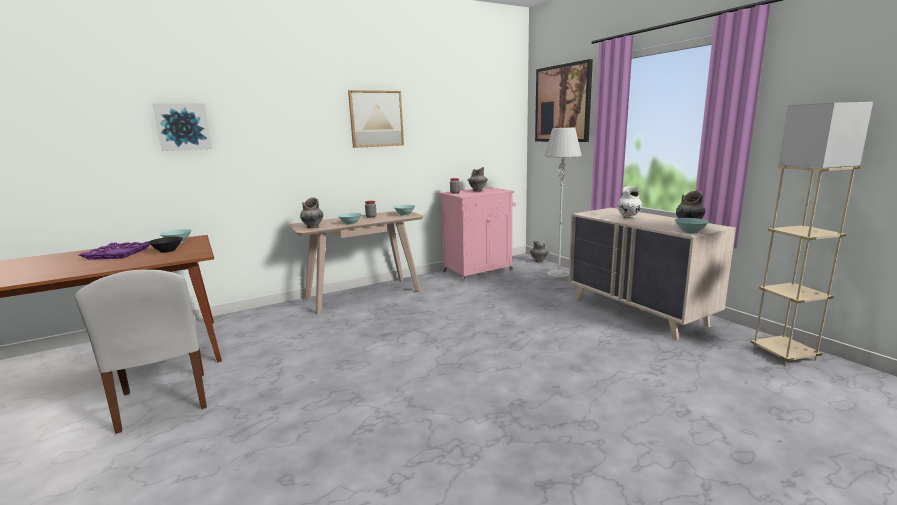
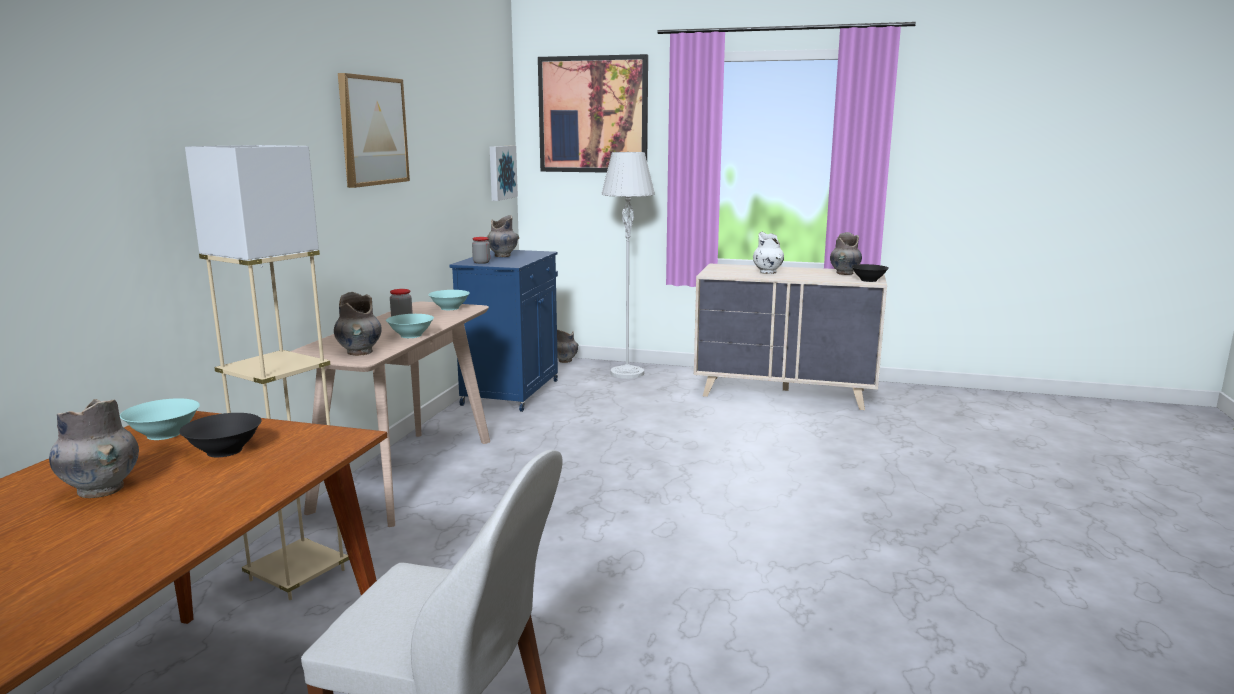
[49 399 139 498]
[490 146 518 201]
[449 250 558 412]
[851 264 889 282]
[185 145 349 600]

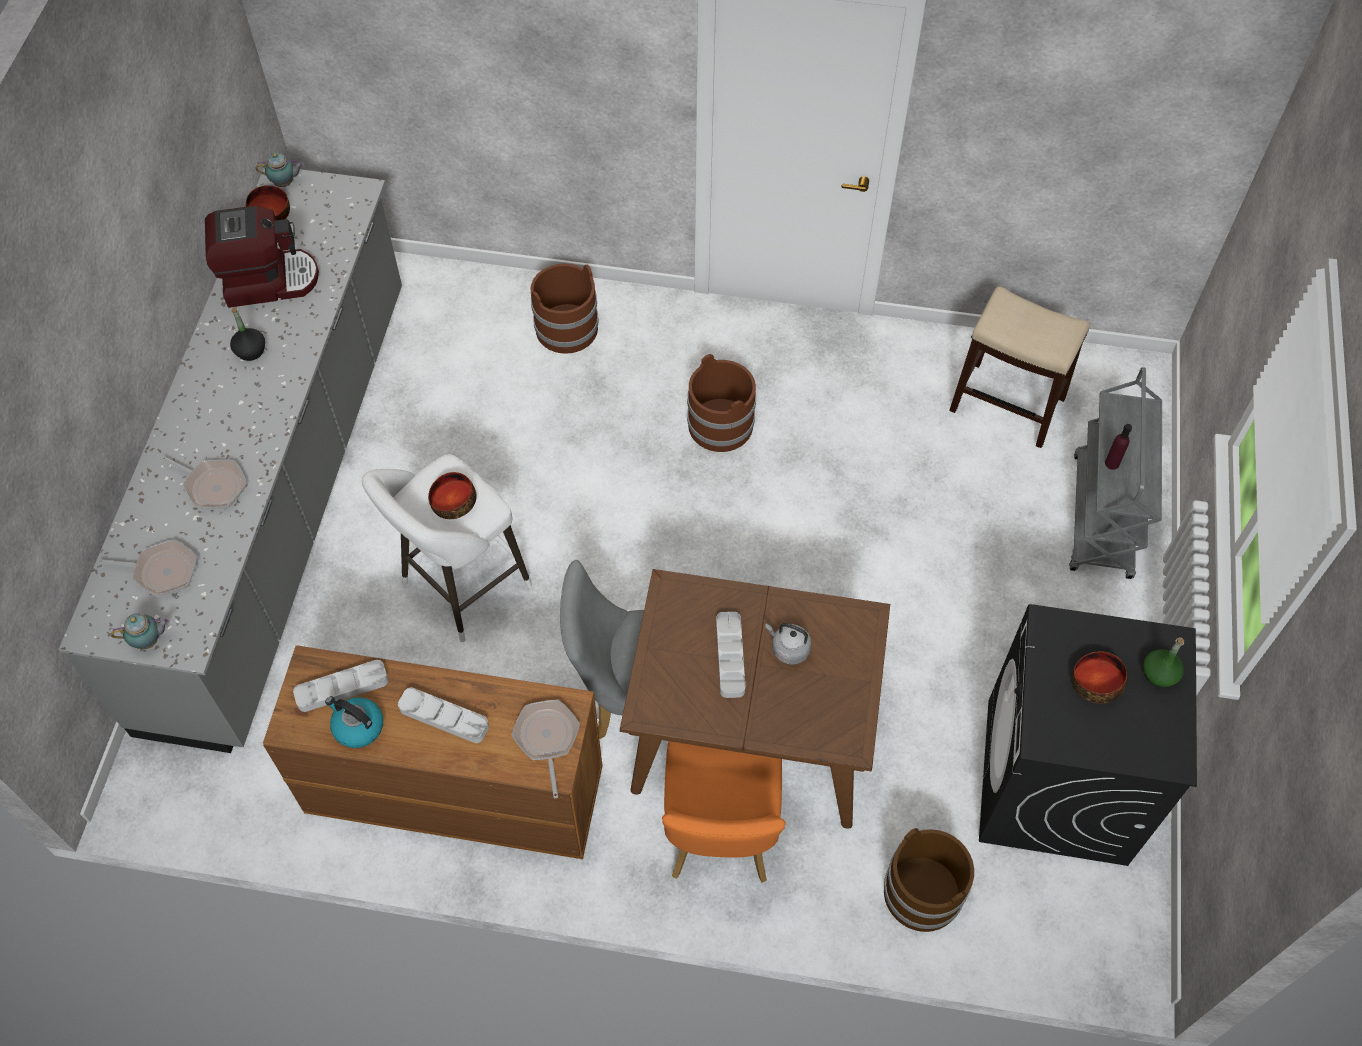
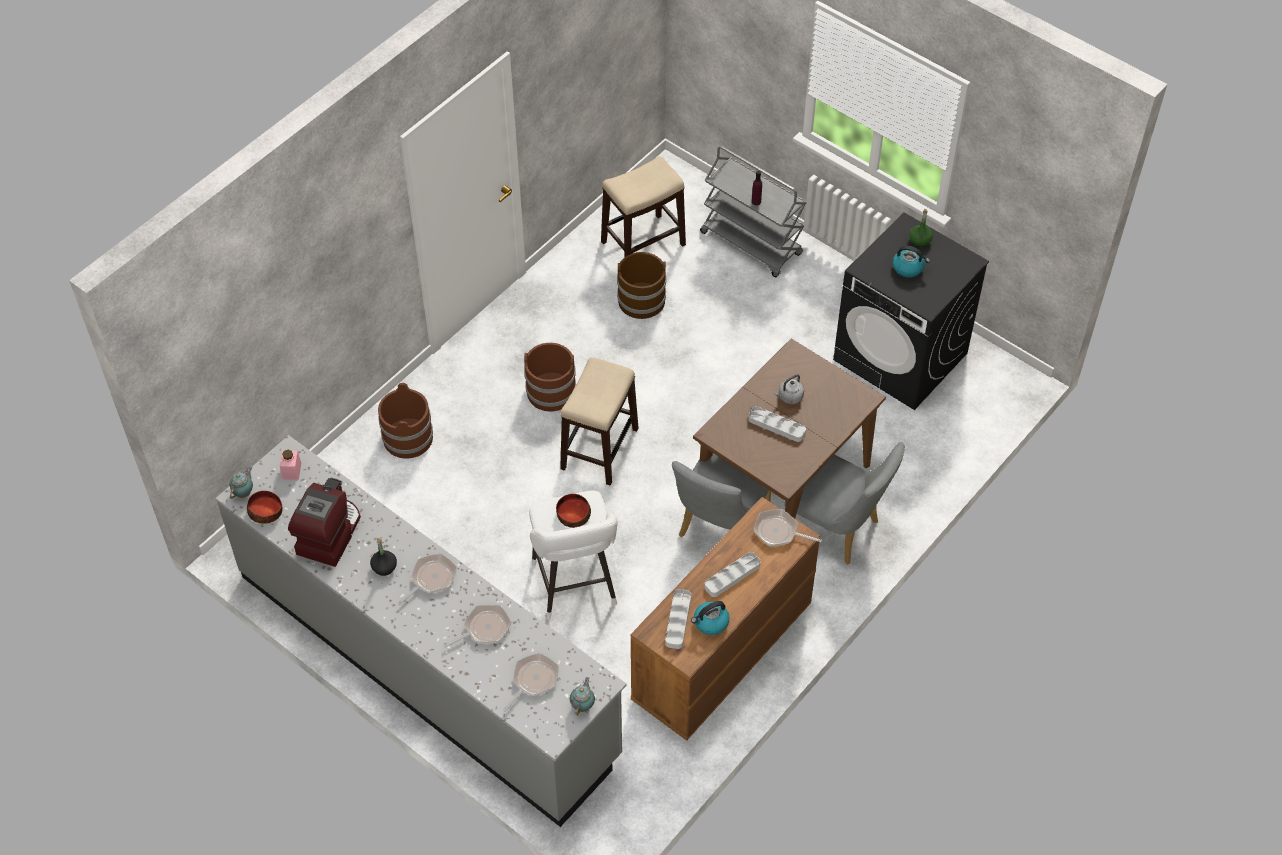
[785 442 905 565]
[617 252 666 319]
[893 246 930 277]
[280 450 301 480]
[398 553 457 605]
[560 357 639 485]

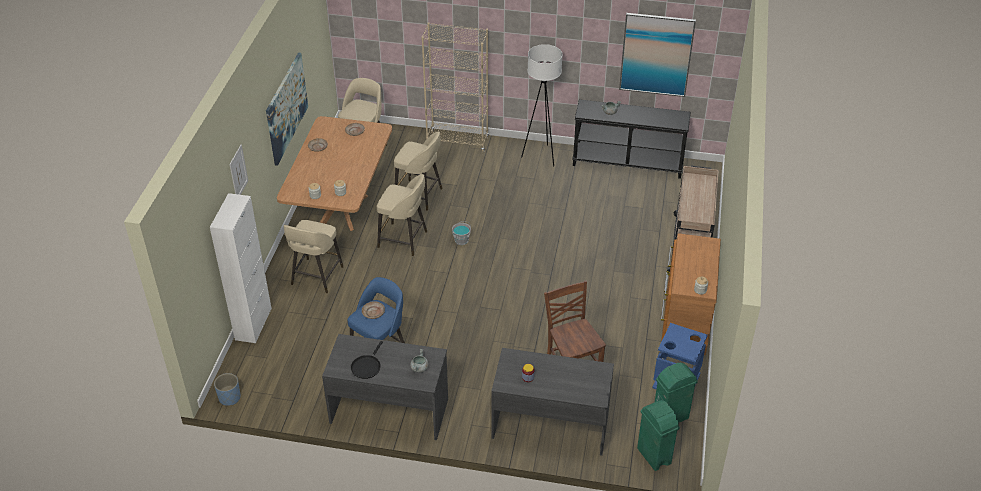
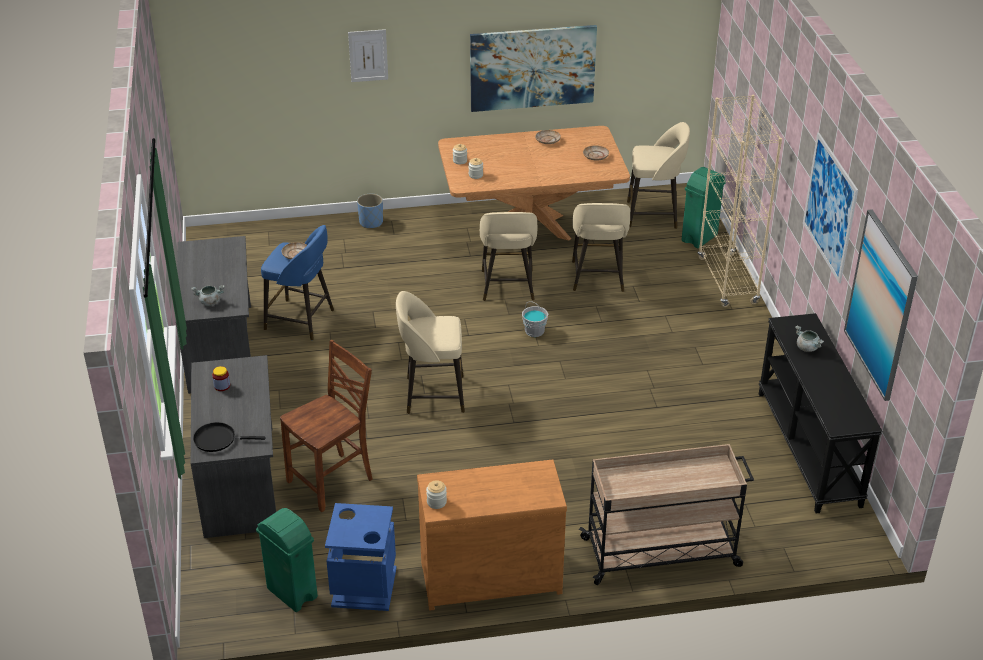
[210 193 272 343] (first image)
[357 194 383 228]
[396 291 465 414]
[193 422 266 452]
[521 44 563 167] (first image)
[682 167 726 248]
[803 133 858 283]

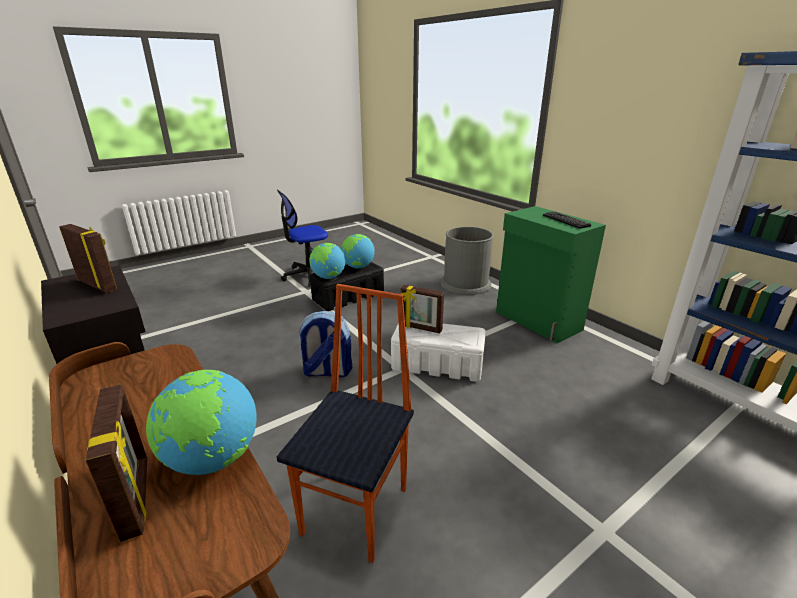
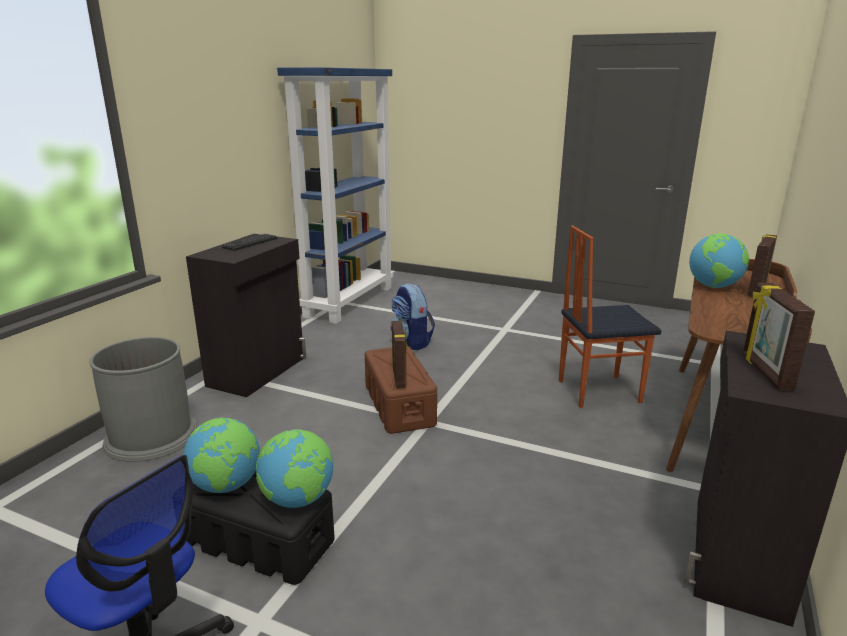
[391 283 435 350]
[365 346 437 434]
[186 234 306 397]

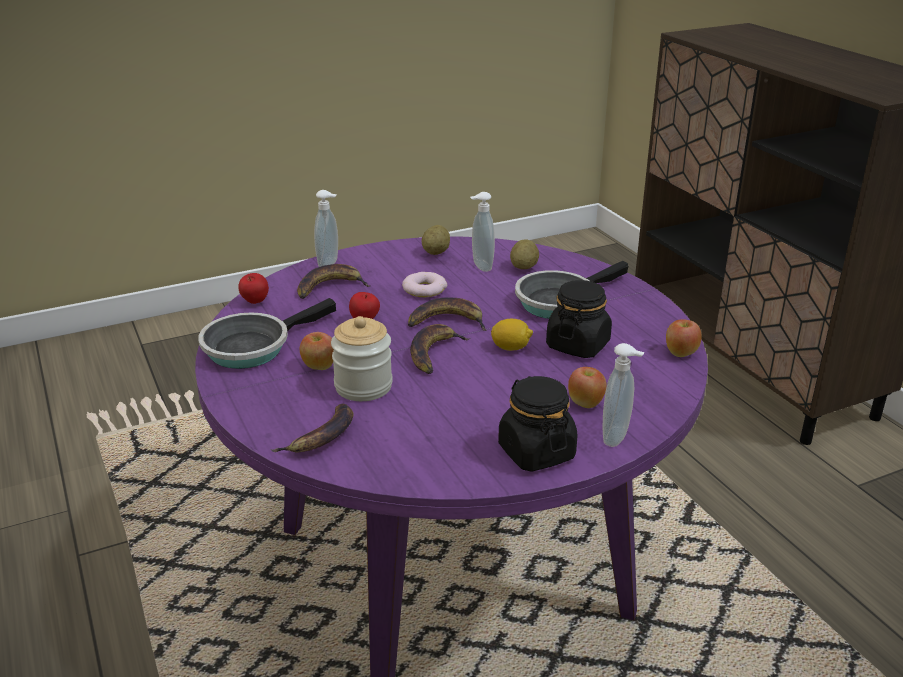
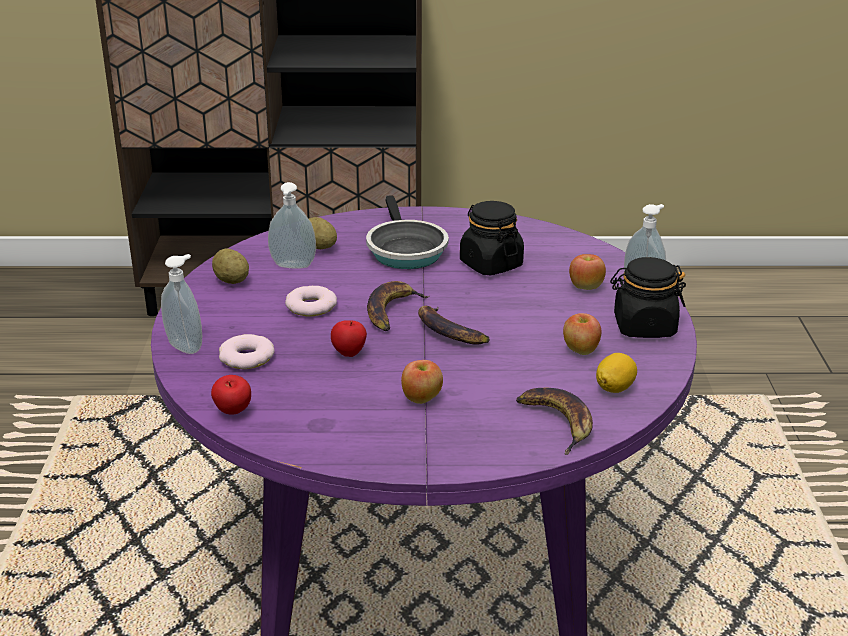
[198 298 336 369] (first image)
[219 334 274 369]
[331 316 393 401] (first image)
[596 353 637 393]
[563 313 601 355]

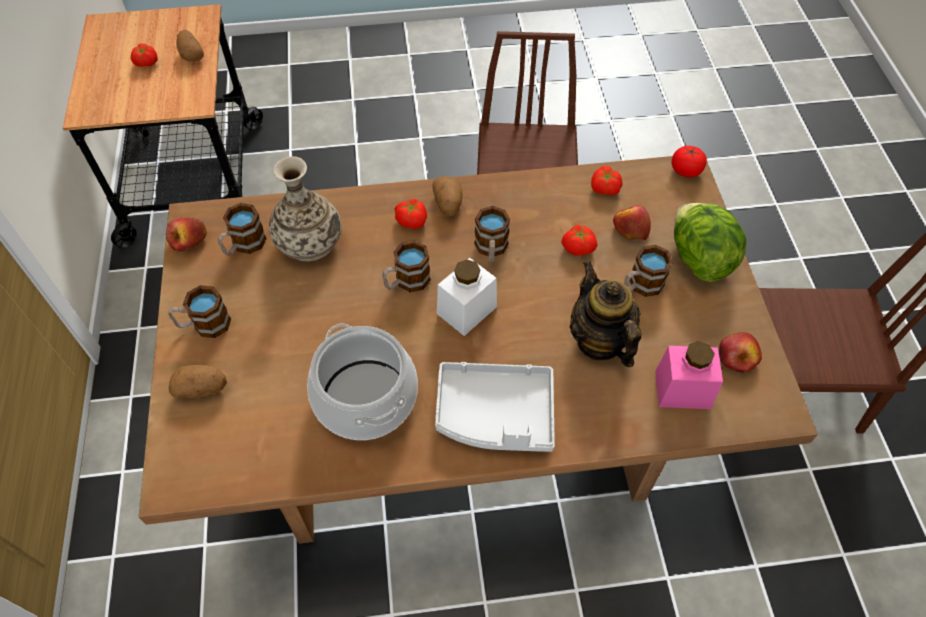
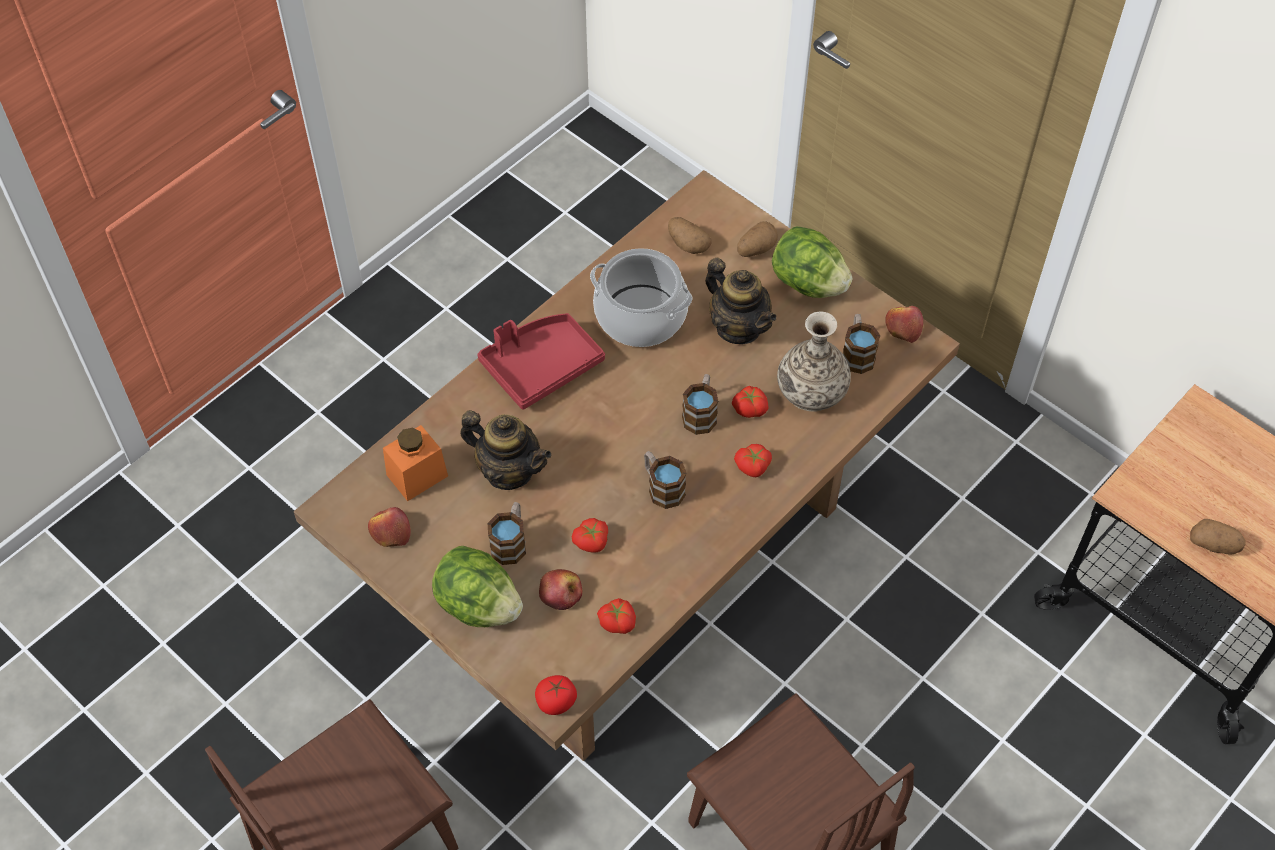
[732 386 769 418]
[772 226 852 298]
[668 217 712 254]
[477 313 605 410]
[437 258 497 336] (first image)
[383 425 448 501]
[705 258 777 344]

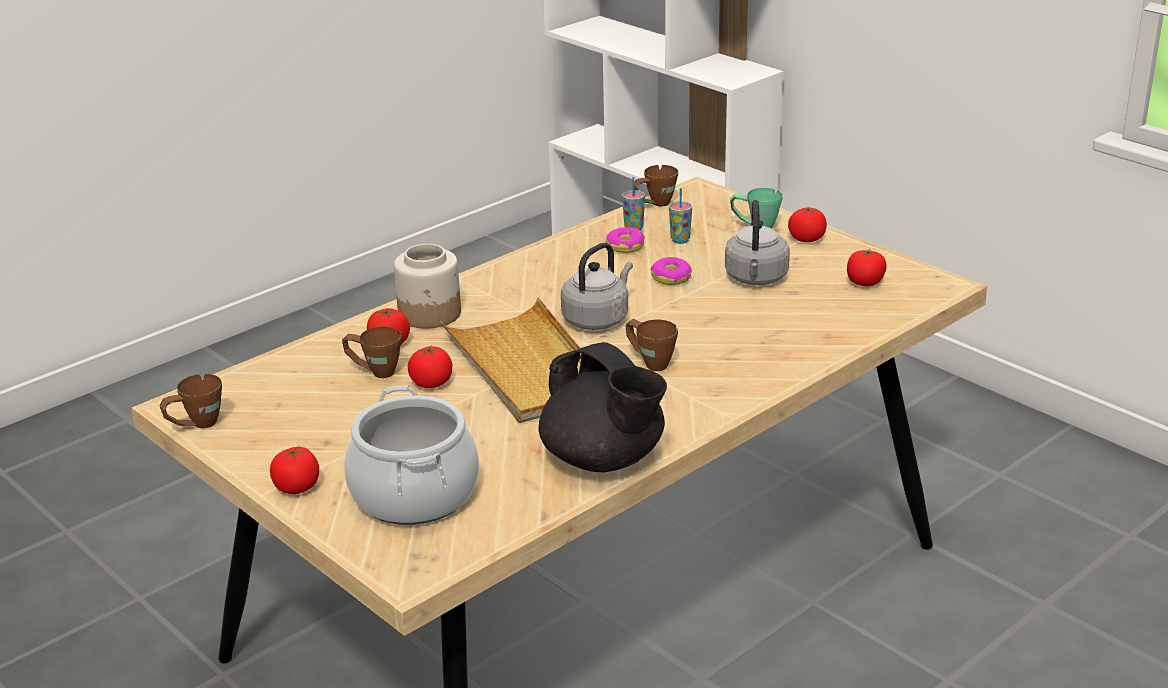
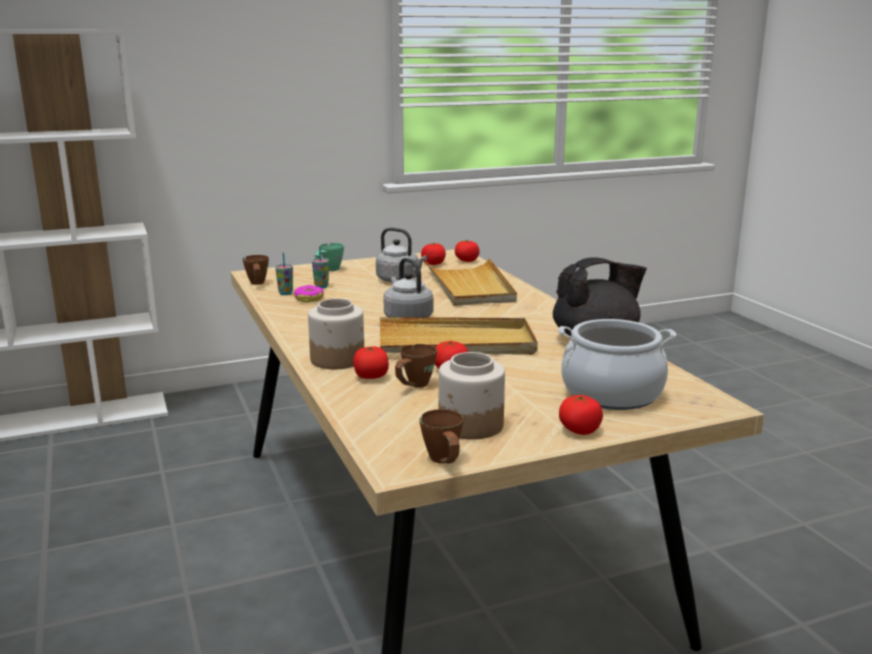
[626 319 678 371] (first image)
[651 257 692 285] (first image)
[455 240 480 262]
[425 258 517 306]
[439 352 505 440]

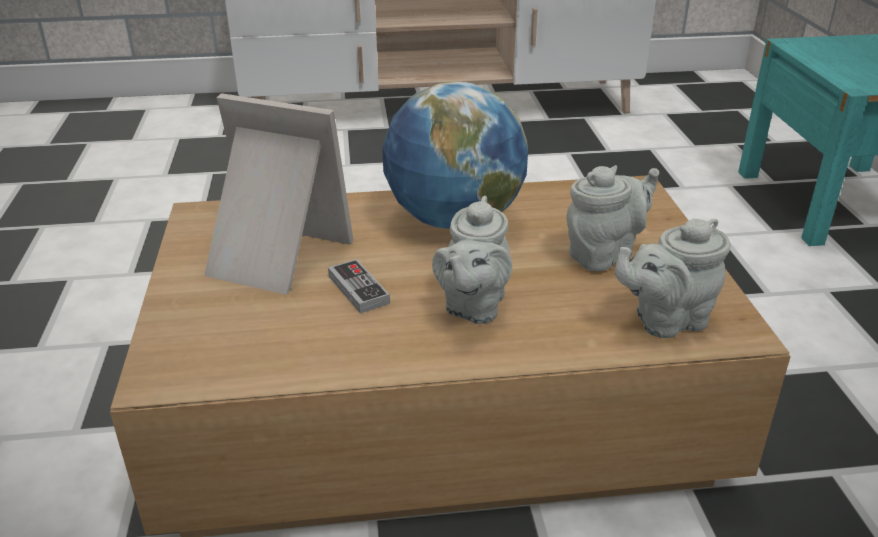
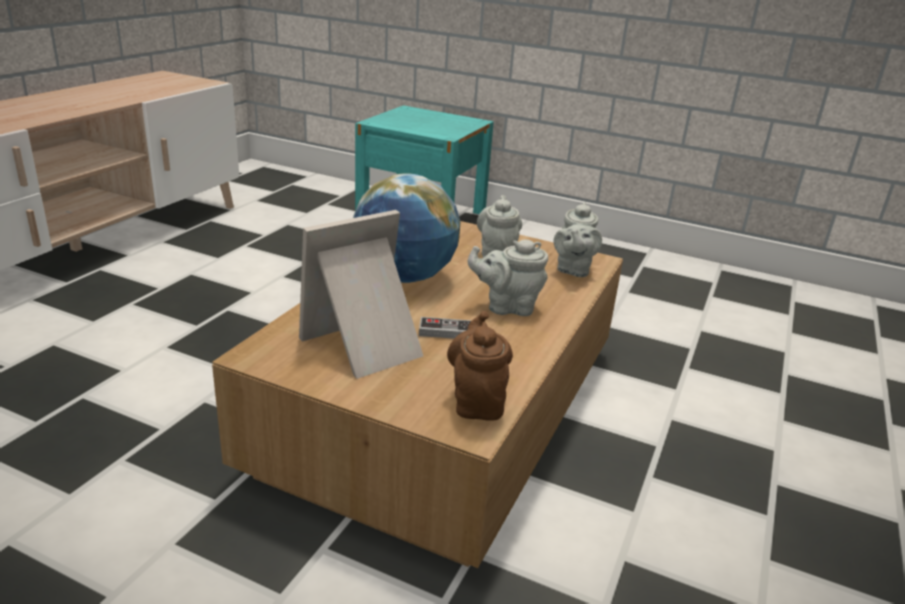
[468 240 548 316]
[447 311 513 421]

